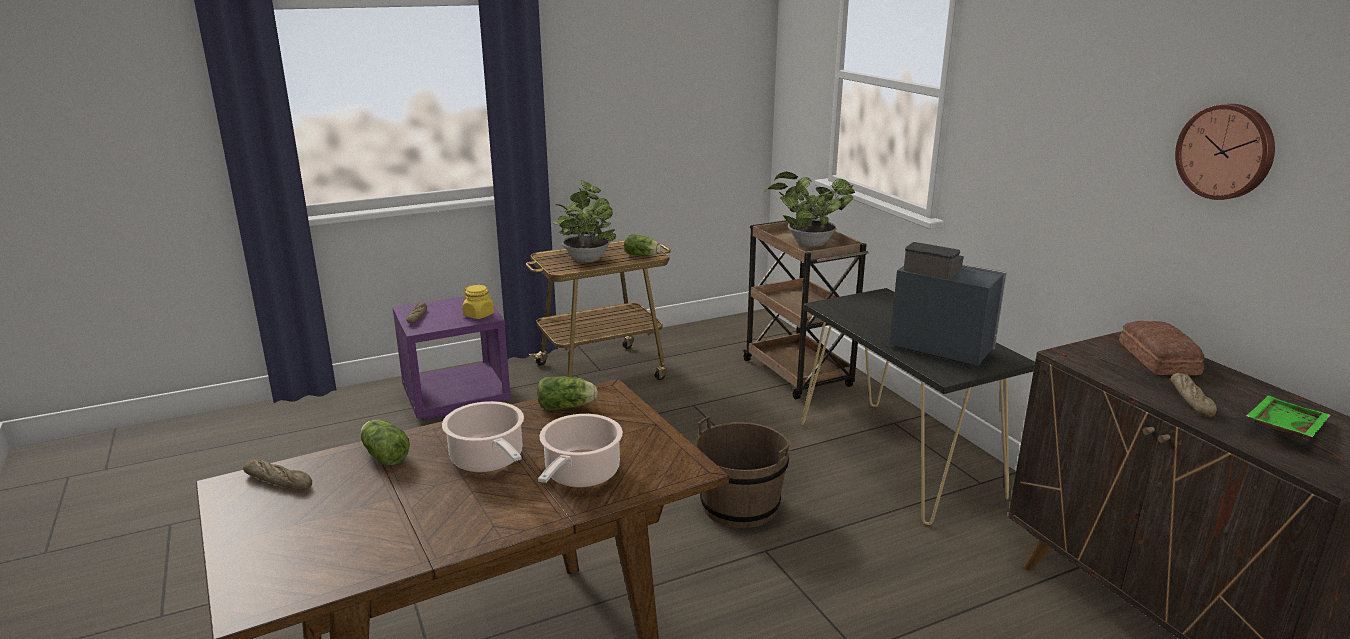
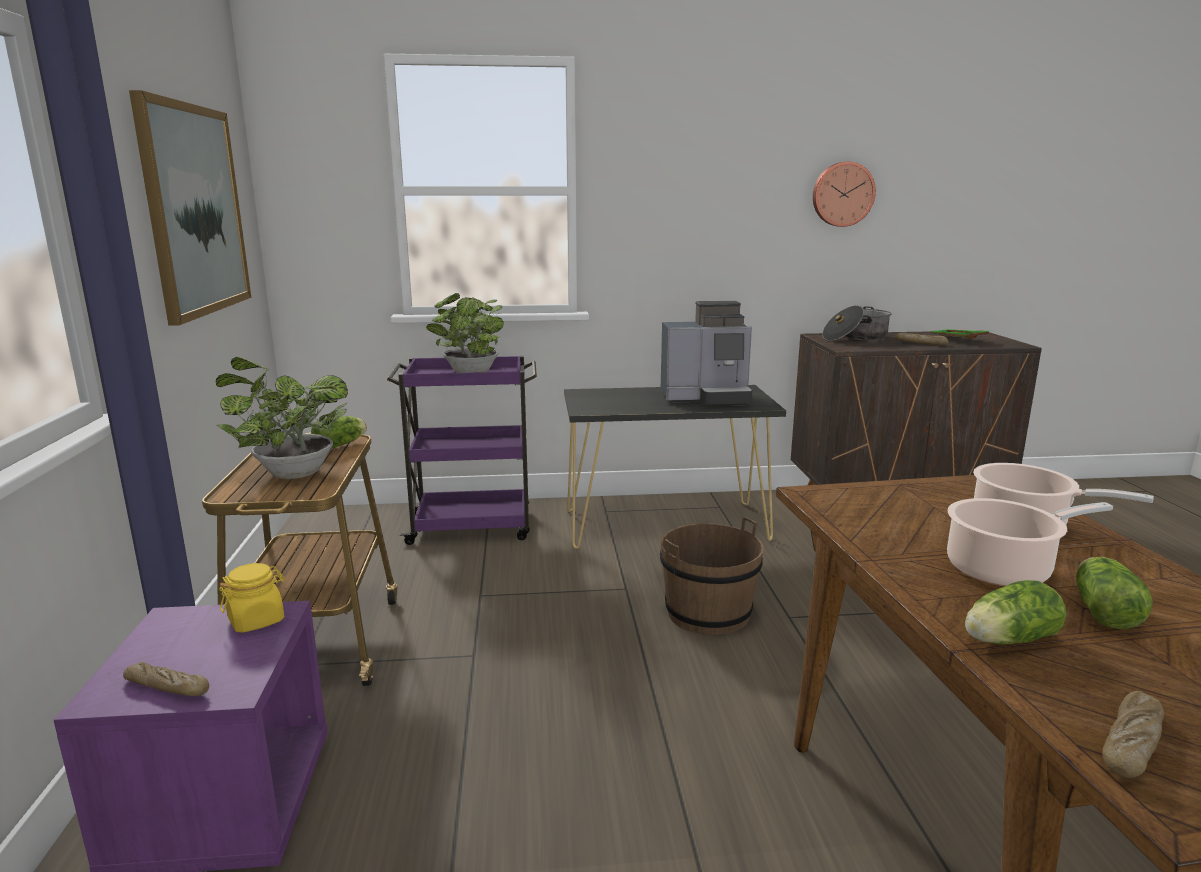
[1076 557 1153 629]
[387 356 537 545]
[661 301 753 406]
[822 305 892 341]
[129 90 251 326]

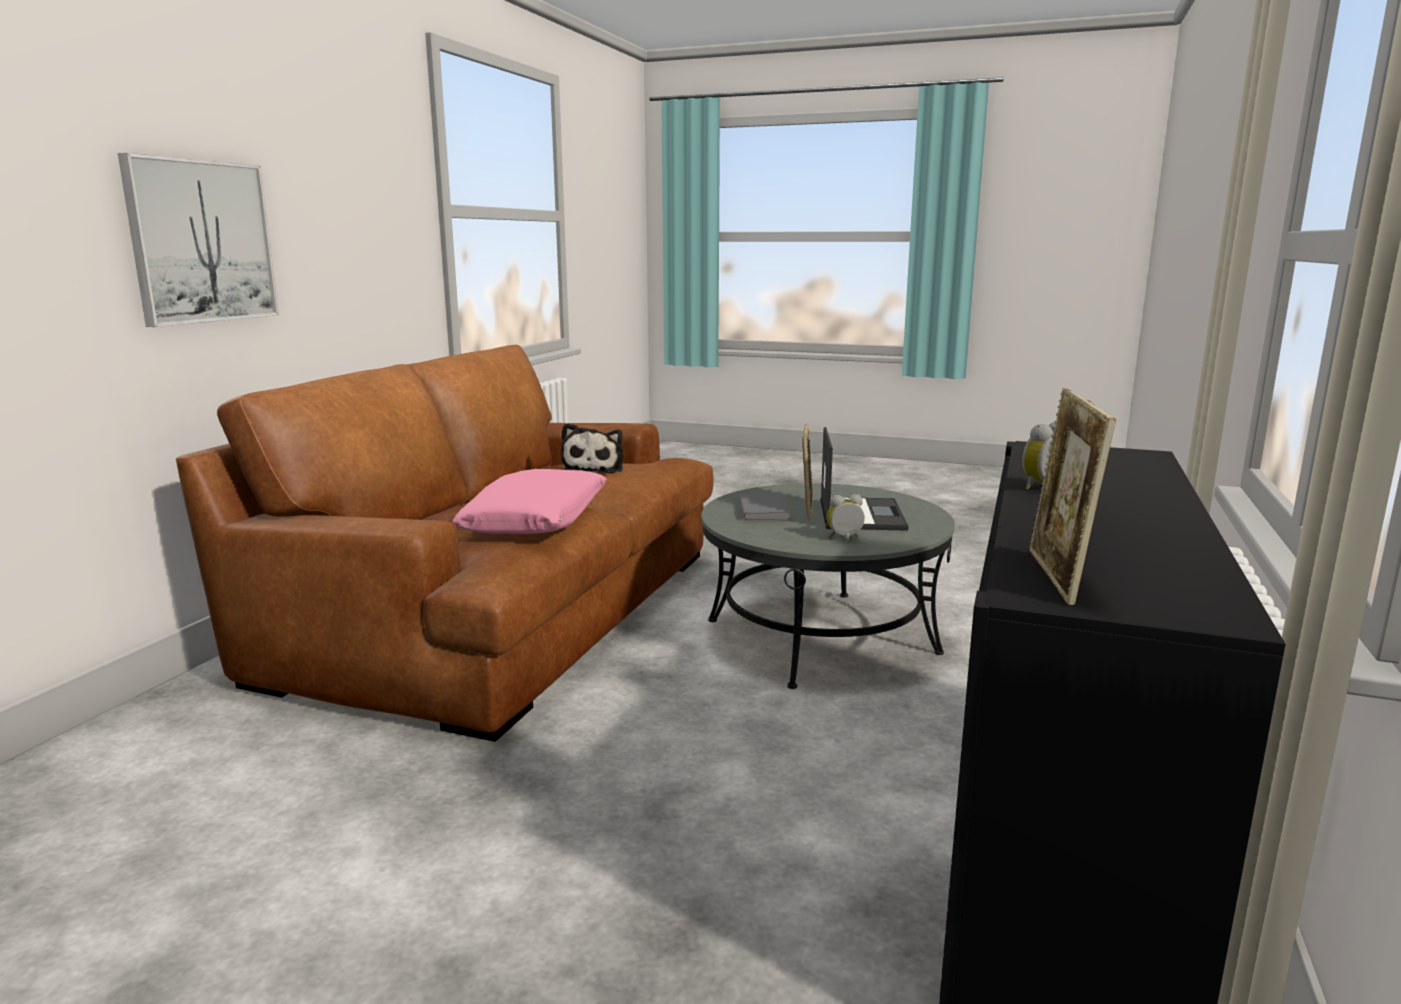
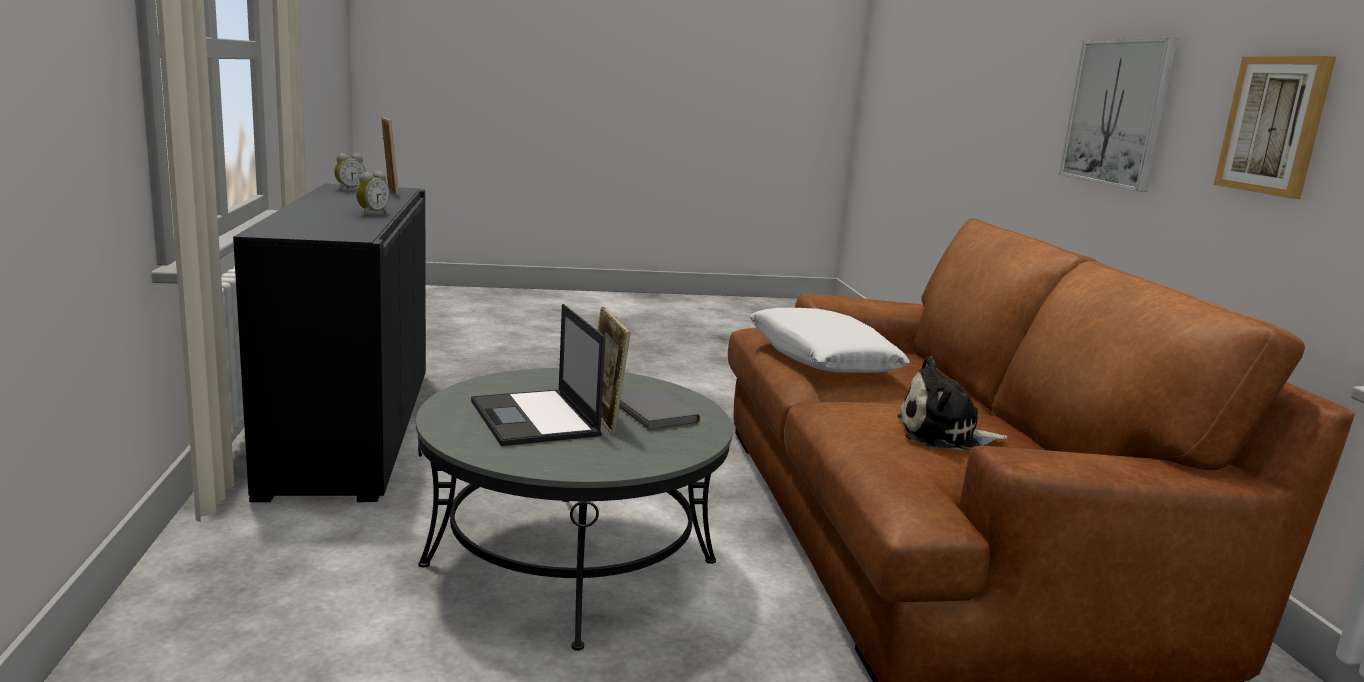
[749 308 910 373]
[898 356 1007 450]
[334 153 366 191]
[1214 56 1336 199]

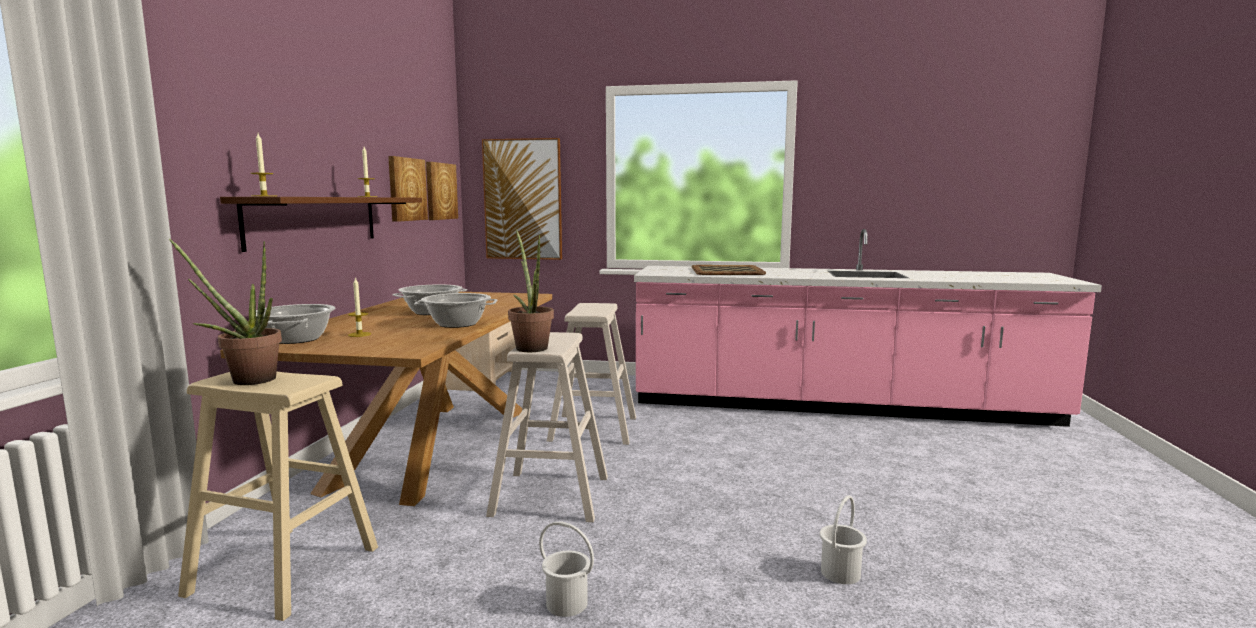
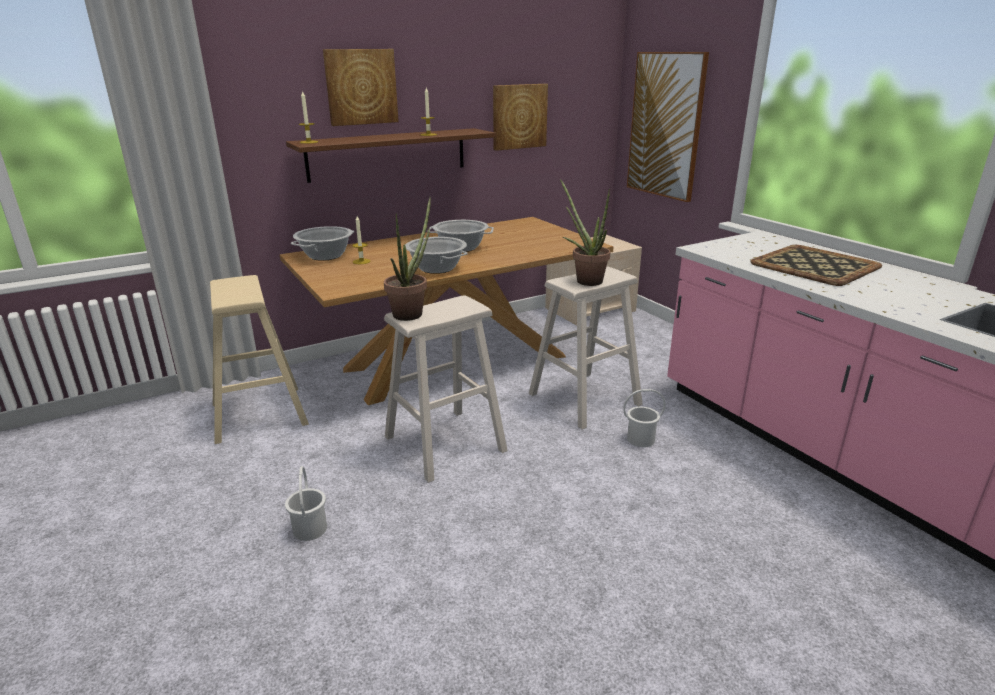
[560 179 611 286]
[323 49 399 126]
[623 389 666 447]

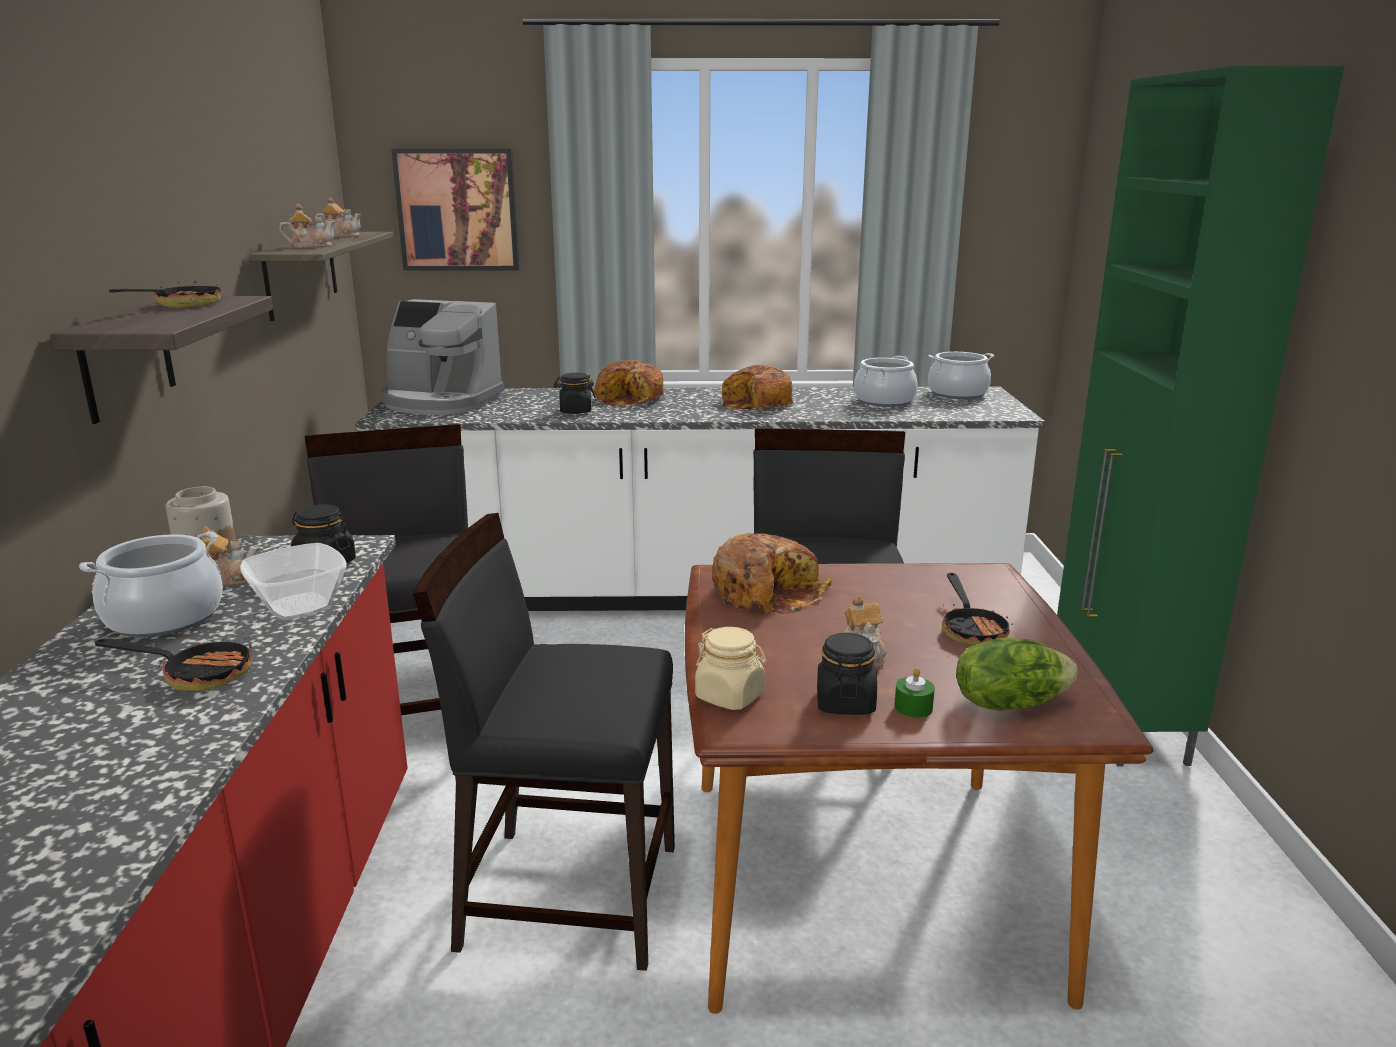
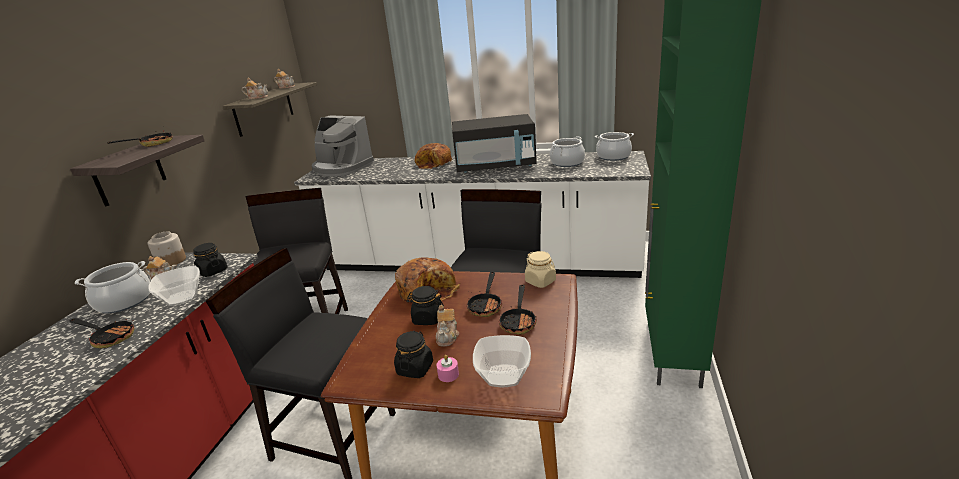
[391 149 519 271] (first image)
[406 286 444 325]
[525 251 556 288]
[452 114 537 173]
[436 355 459 382]
[473 335 531 387]
[466 272 502 317]

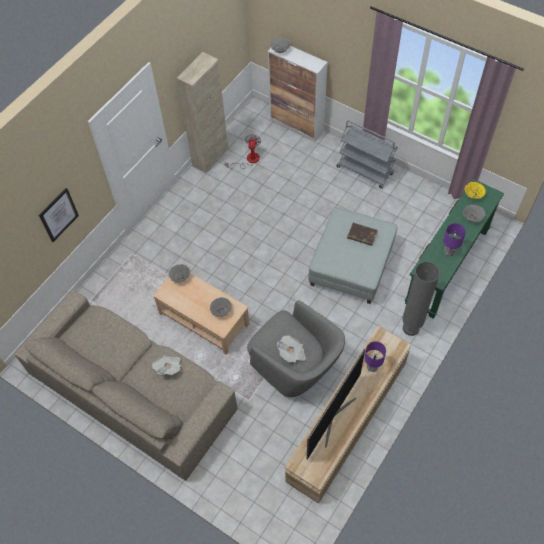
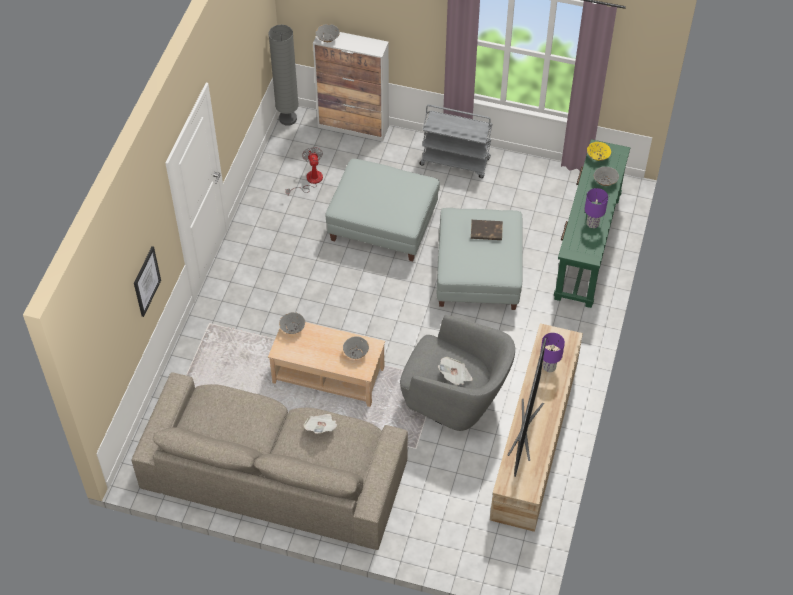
[177 52 228 173] (first image)
[268 25 299 126]
[325 159 440 261]

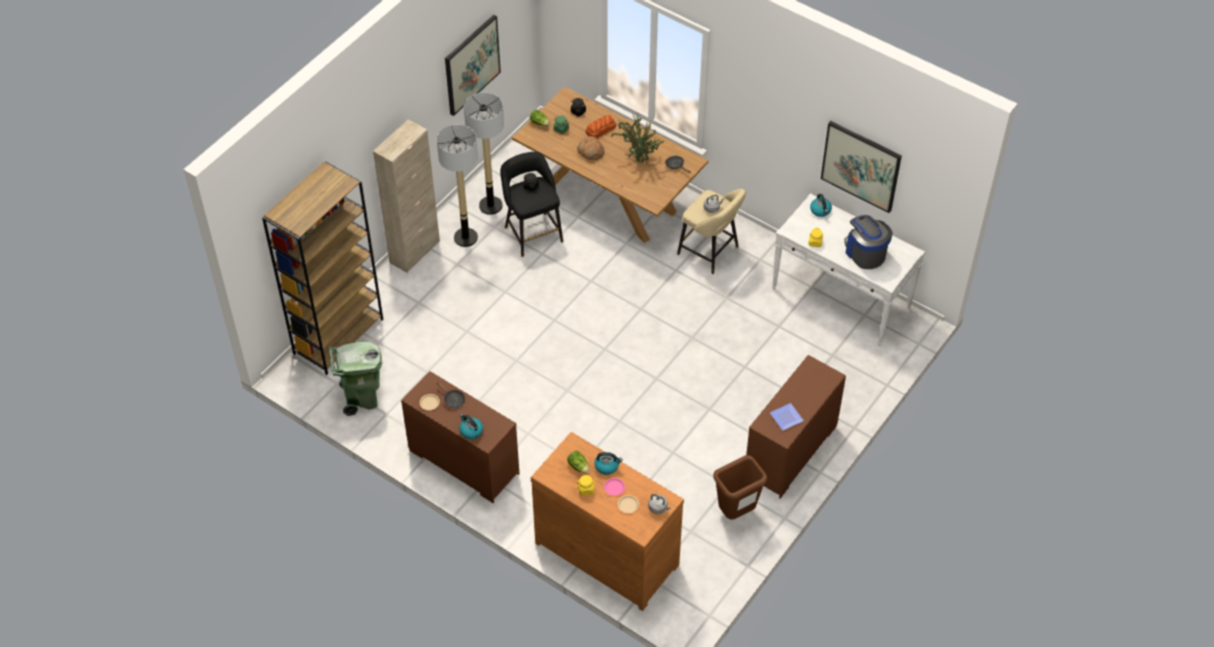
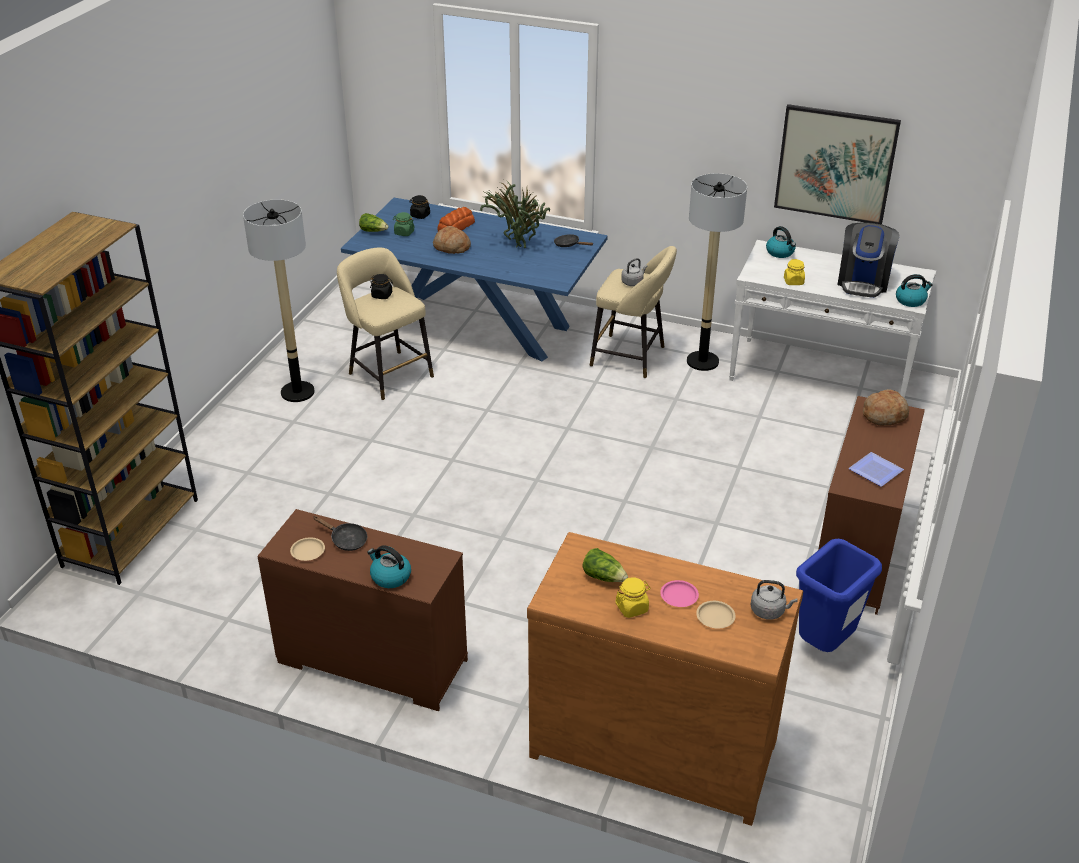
[329 342 382 416] (first image)
[373 119 440 273] (first image)
[445 15 501 116] (first image)
[687 173 747 371]
[337 248 434 400]
[341 198 608 361]
[896 274 933 307]
[796 538 882 652]
[837 222 899 298]
[863 389 909 426]

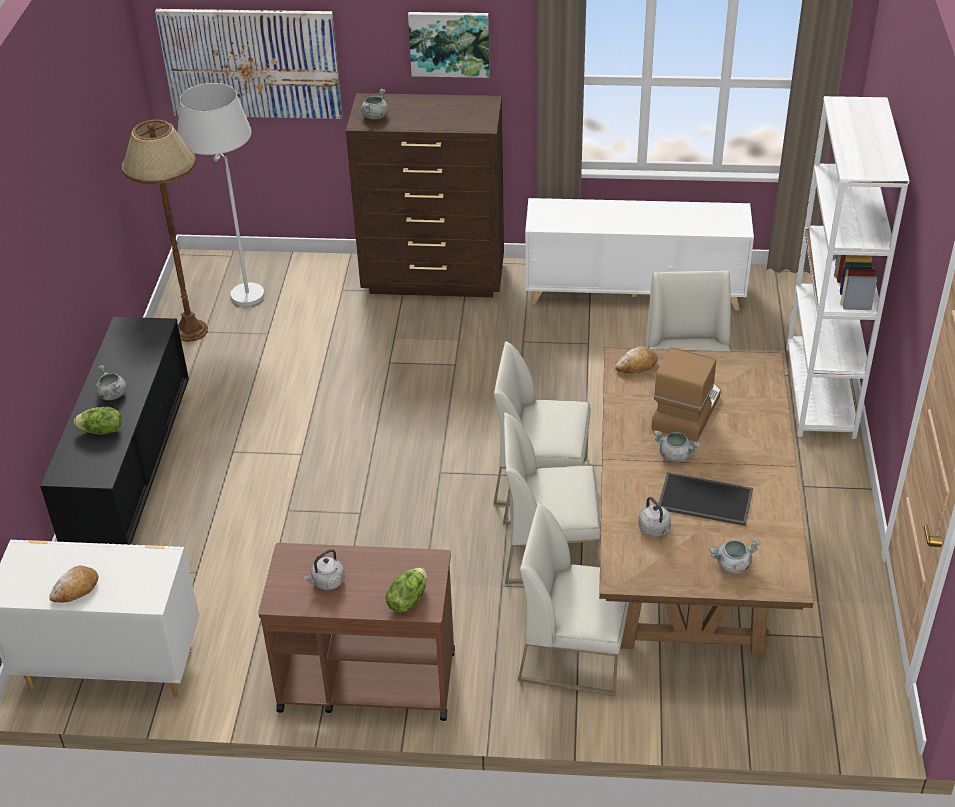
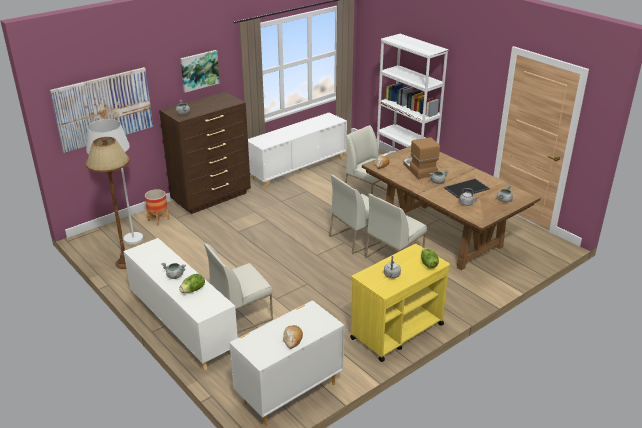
[124 238 238 371]
[350 244 450 362]
[204 243 273 333]
[145 189 169 226]

